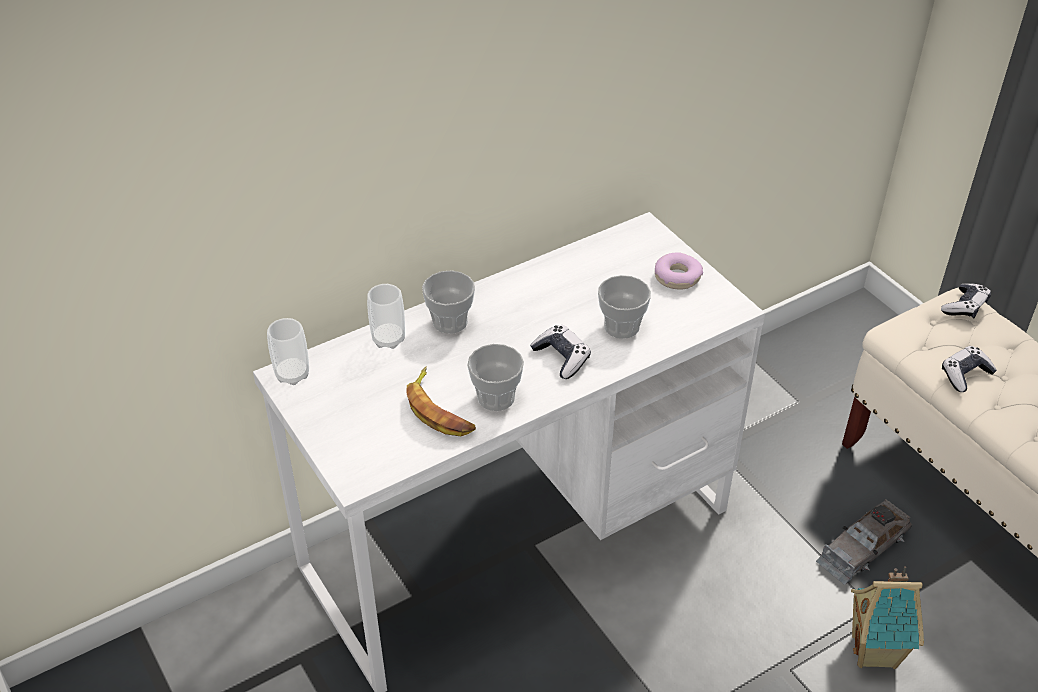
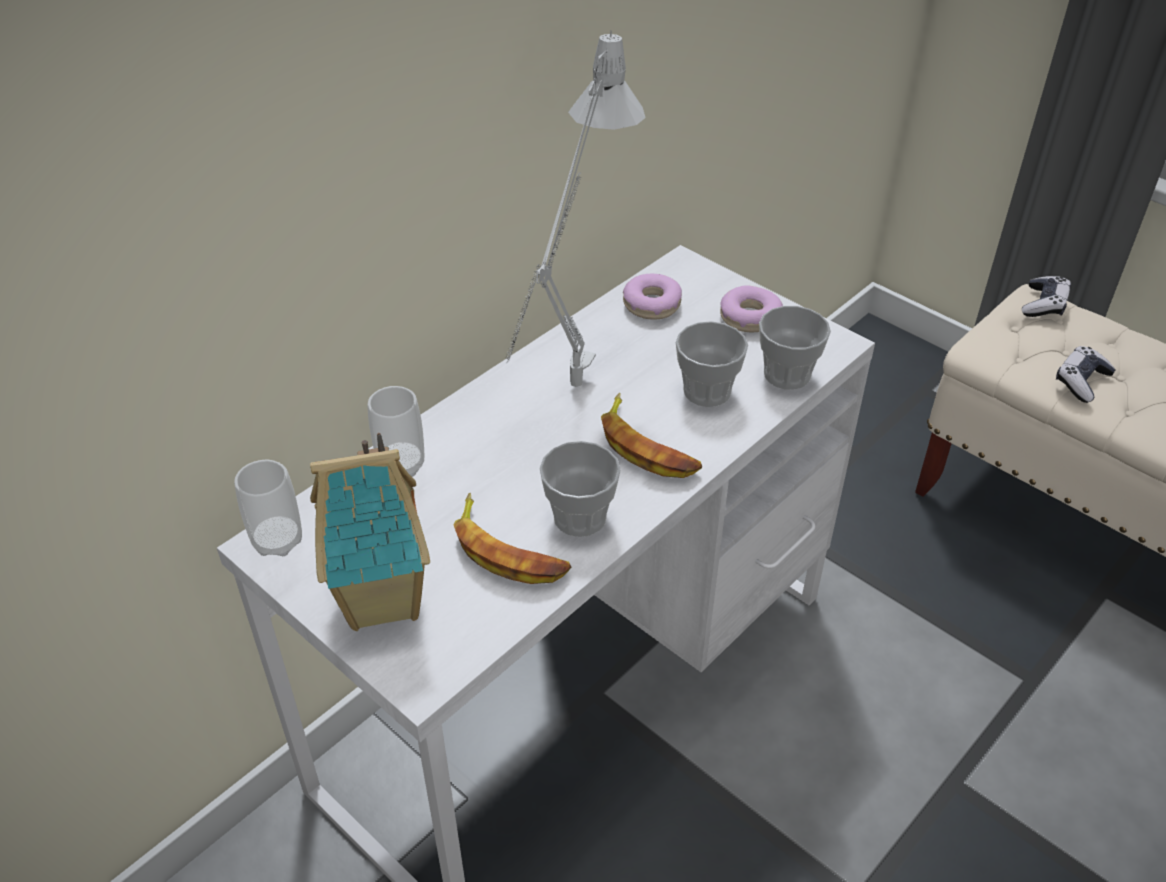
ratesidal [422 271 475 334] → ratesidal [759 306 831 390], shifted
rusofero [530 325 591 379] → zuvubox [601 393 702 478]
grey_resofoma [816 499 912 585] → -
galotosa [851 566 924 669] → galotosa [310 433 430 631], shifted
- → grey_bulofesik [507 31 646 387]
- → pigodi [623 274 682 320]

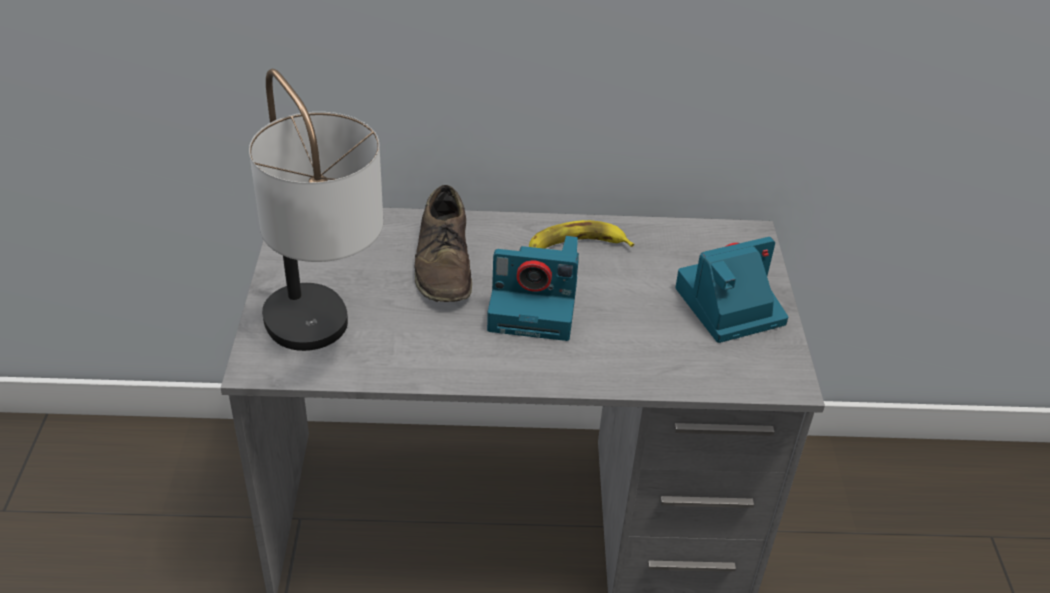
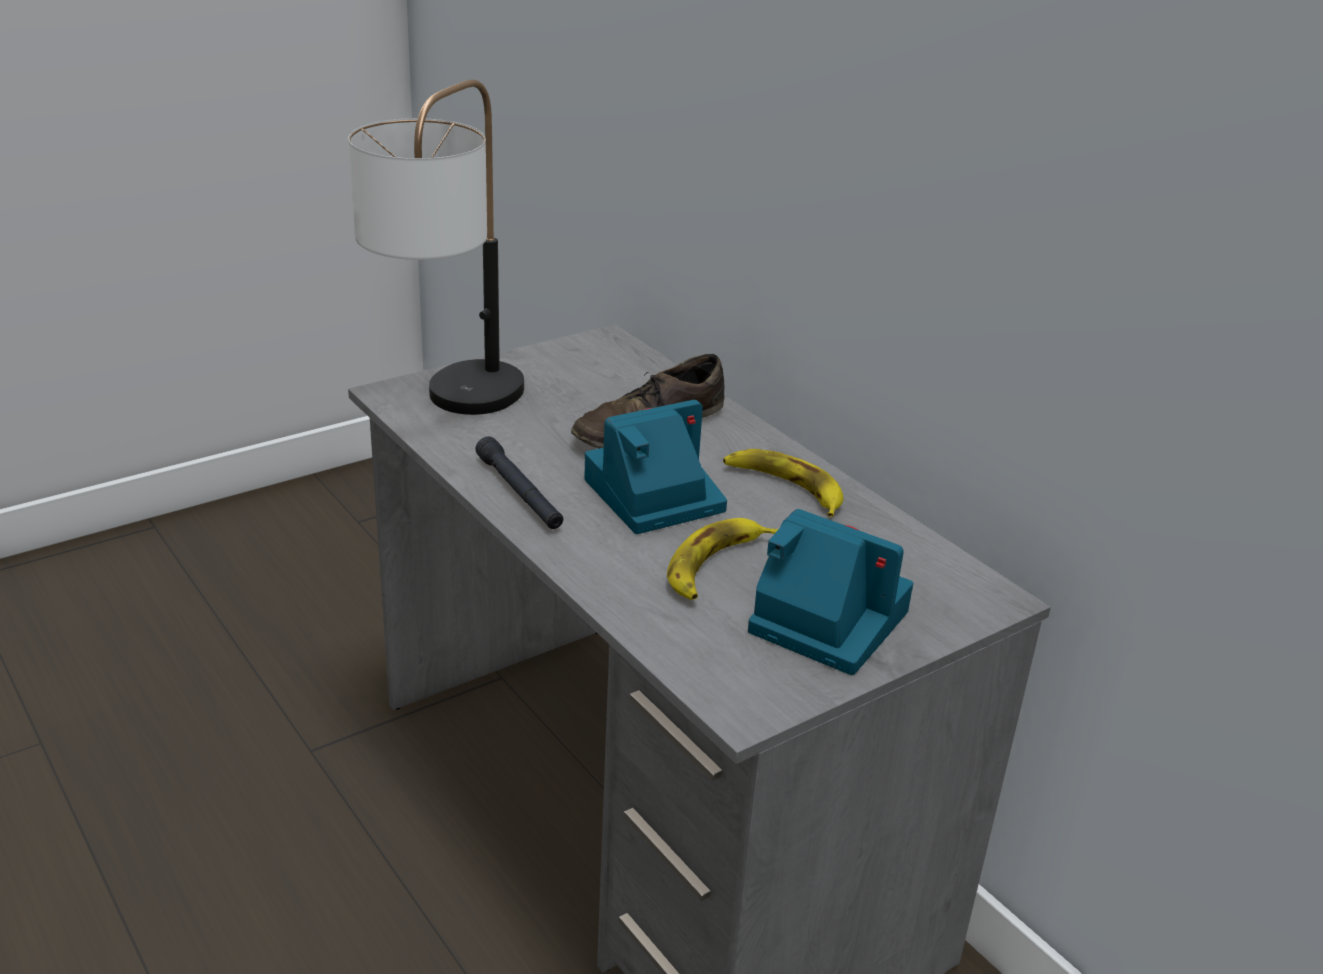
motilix [487 236 579 341] → motilix [584 400 727 534], 90 degrees clockwise
- → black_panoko [475 436 563 529]
- → zuvubox [667 518 778 600]

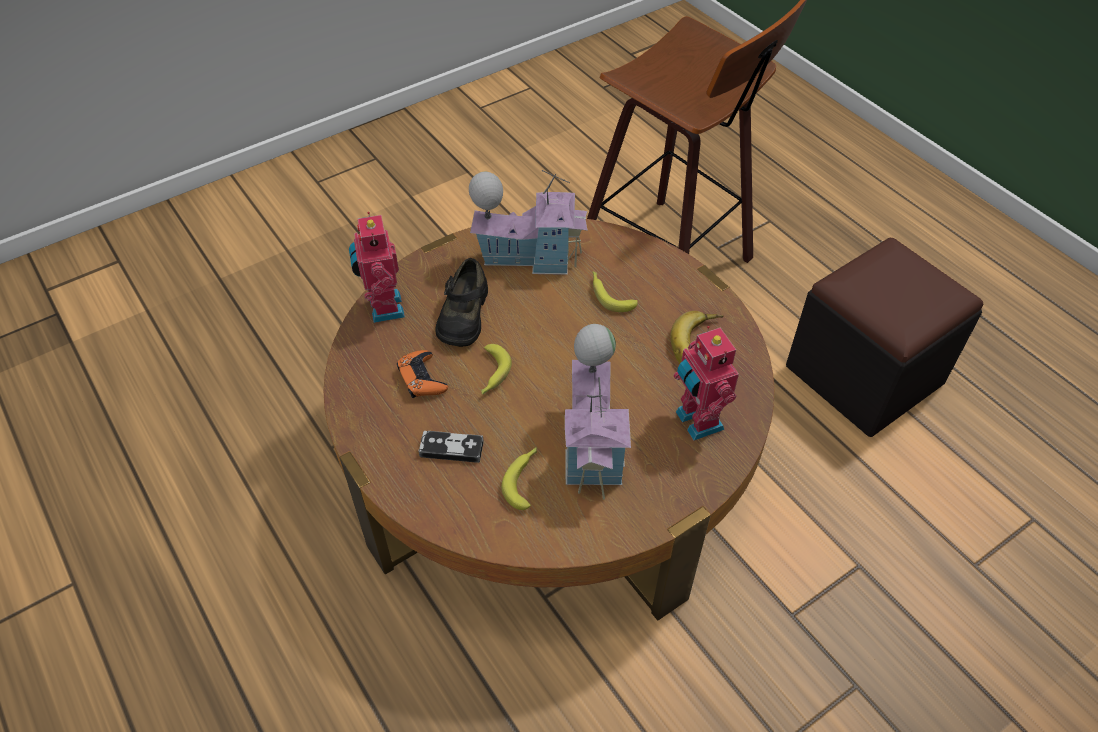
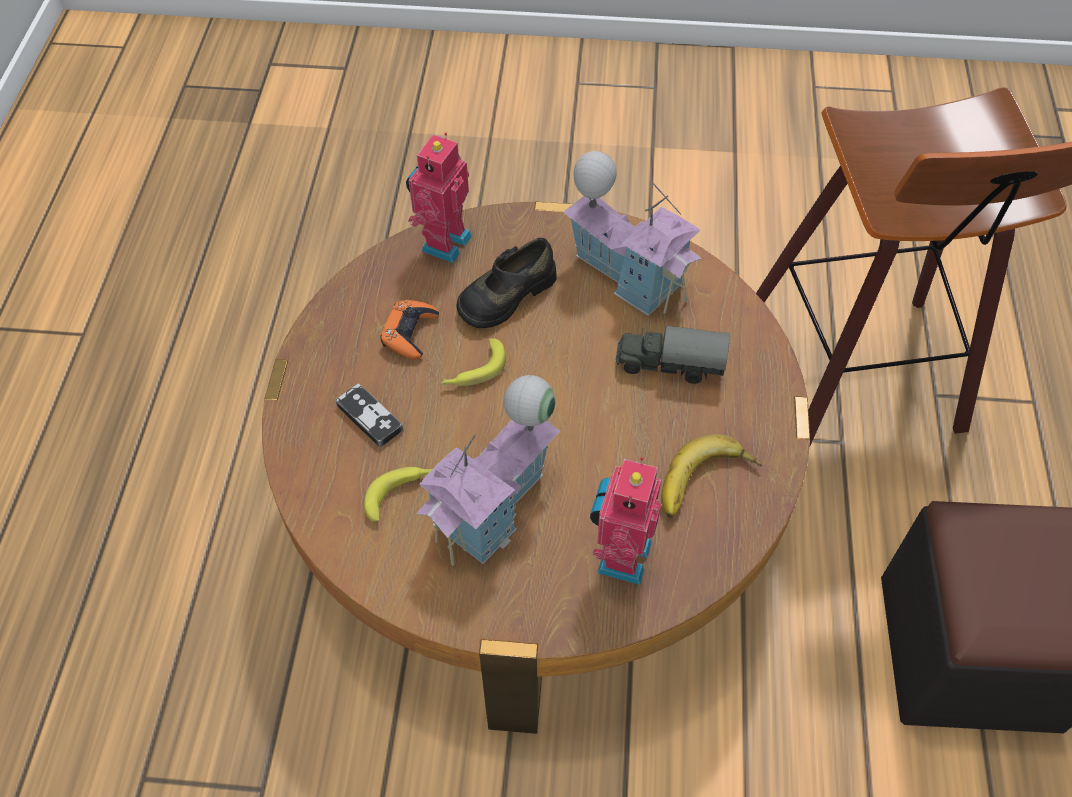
zuvubox [593 271 638 312] → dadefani [616 326 730 384]

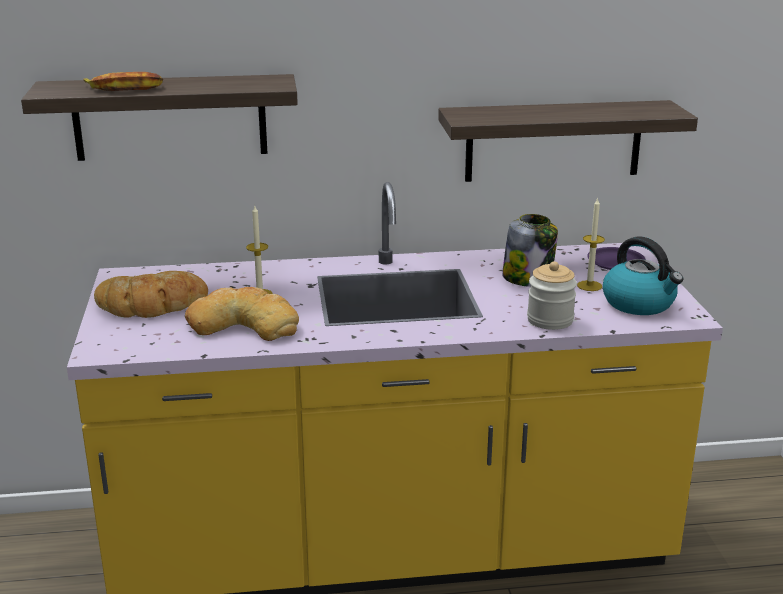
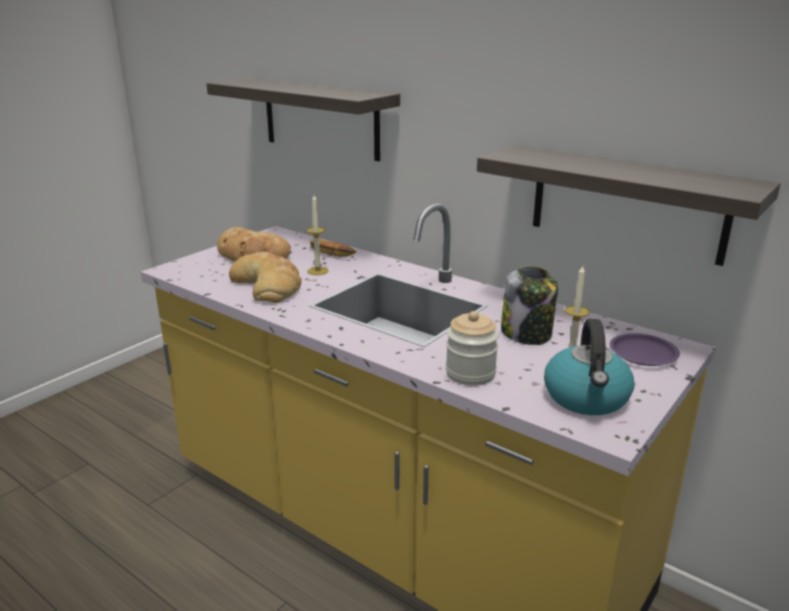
zuvubox [83 72 163 91] → zuvubox [310 239 356 257], shifted

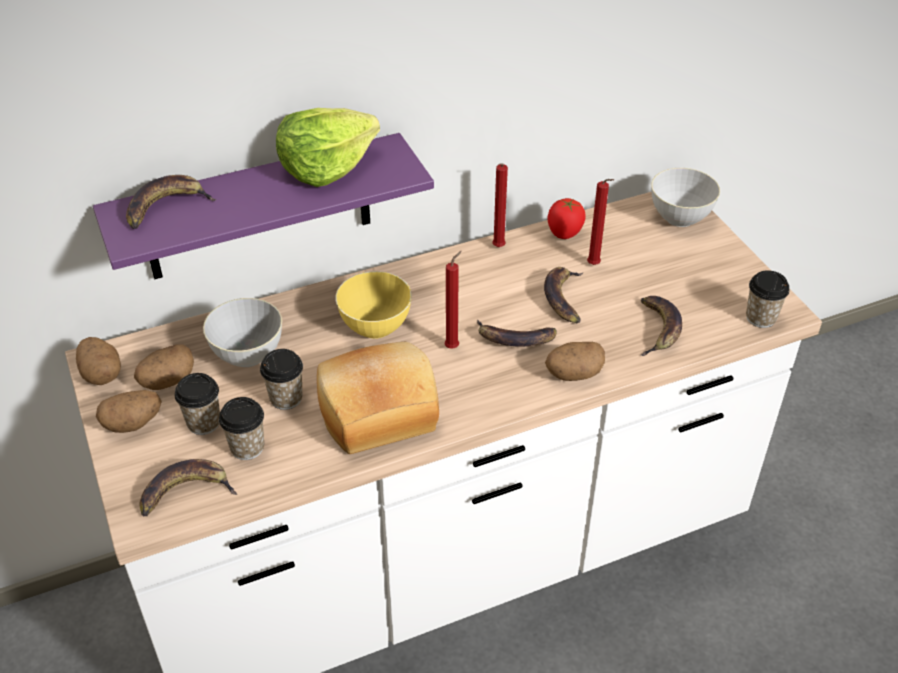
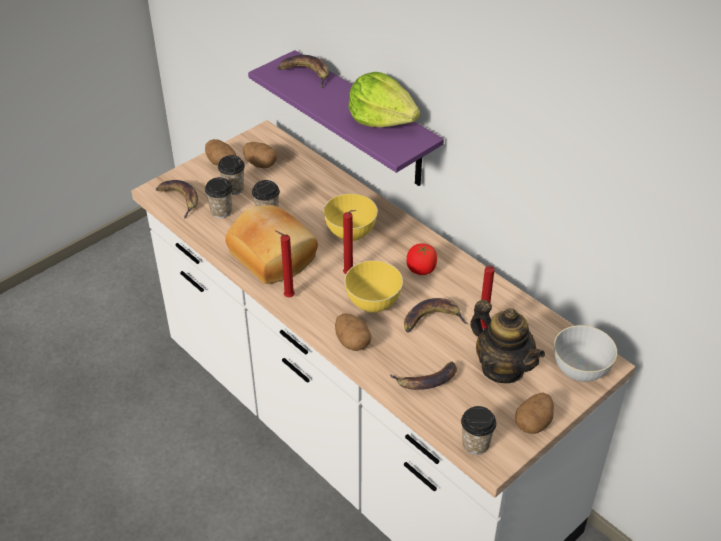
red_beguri [492 163 508 247] → red_beguri [275 230 295 297], shifted
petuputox [547 198 586 239] → petuputox [406 243 437 275], shifted
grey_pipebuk [203 298 282 367] → -
zuvubox [477 320 557 347] → yellow_pipebuk [344 260 403 313]
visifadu [76 337 121 385] → visifadu [515 393 554 434], shifted
- → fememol [470 299 545 383]

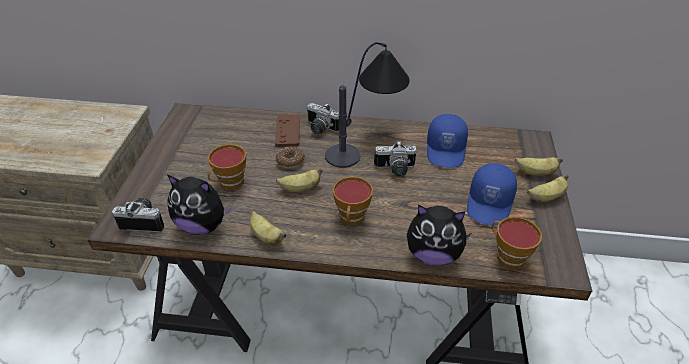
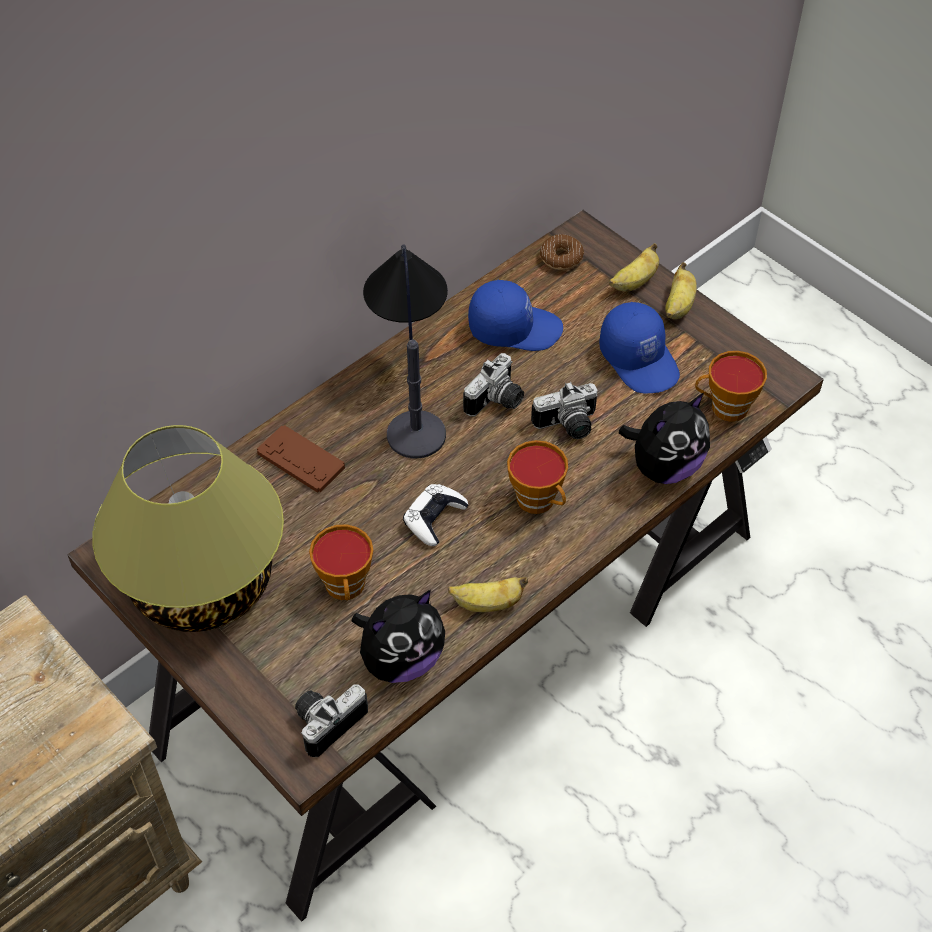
motilix [307 103 339 134] → motilix [531 382 598 439], shifted
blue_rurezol [427 114 468 168] → blue_rurezol [468 280 563 351], 45 degrees counterclockwise
pigodi [276 146 305 169] → pigodi [540 234 584 270], shifted
zuvubox [276 168 323 192] → white_rusofero [403 484 468 546]
- → bulofesik [92 425 284 632]

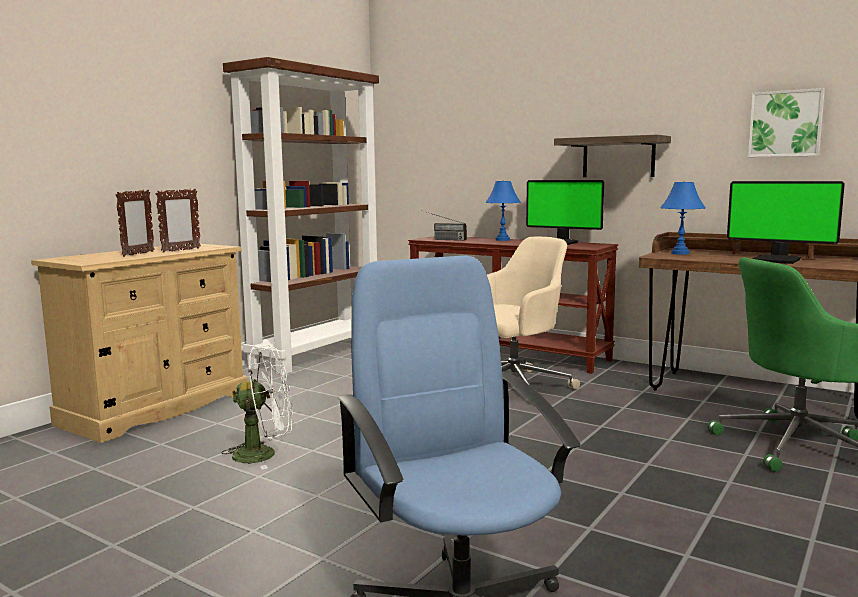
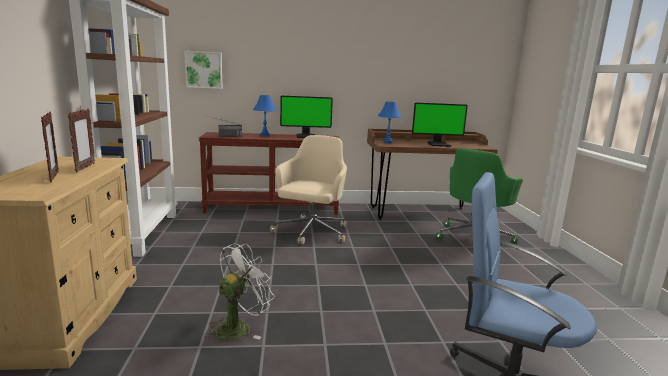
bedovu [748 88 825 157] → bedovu [184 51 223 89], shifted
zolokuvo [554 134 671 177] → -

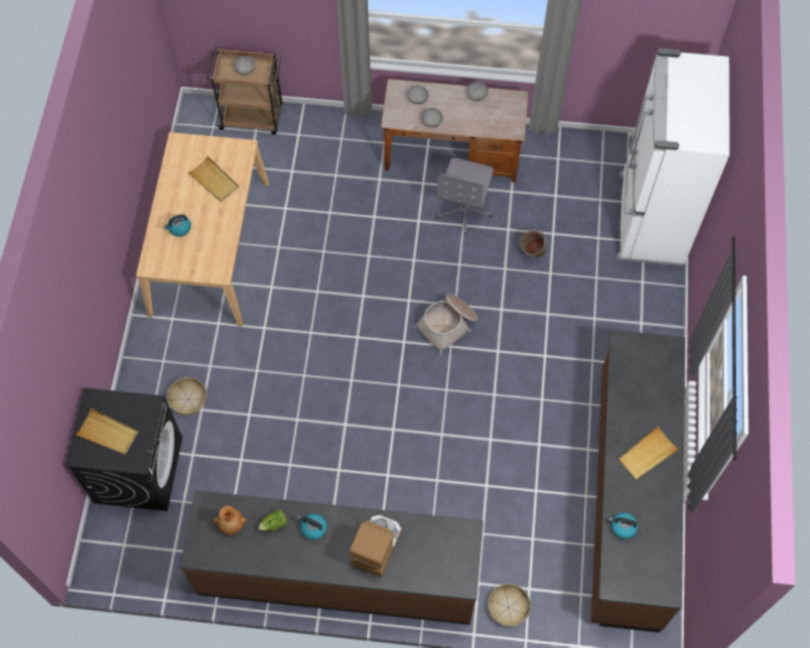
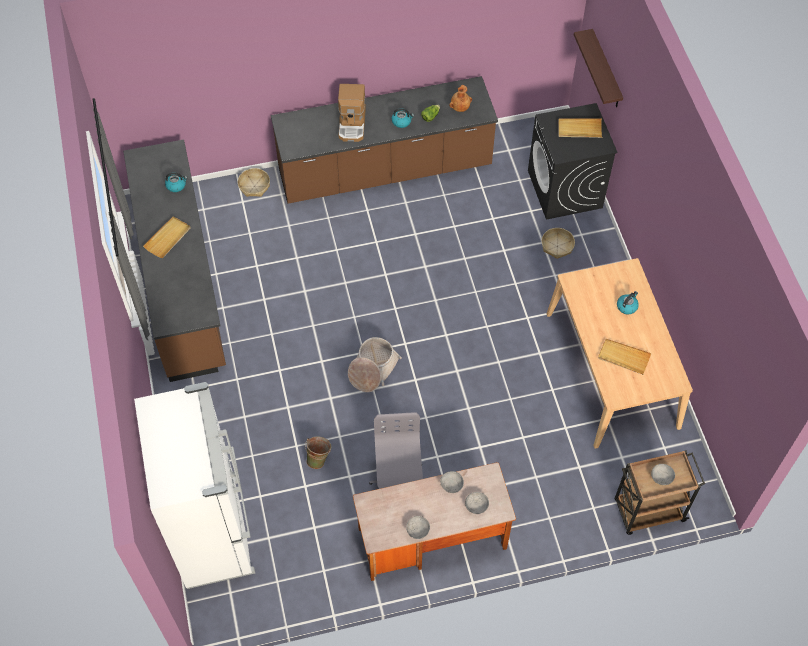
- → zolokuvo [574 29 623 107]

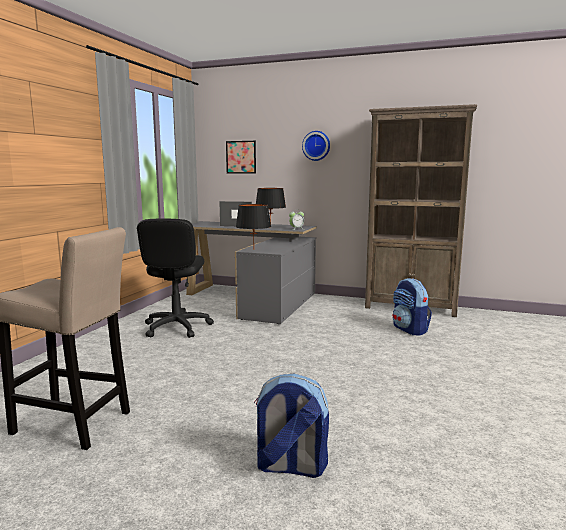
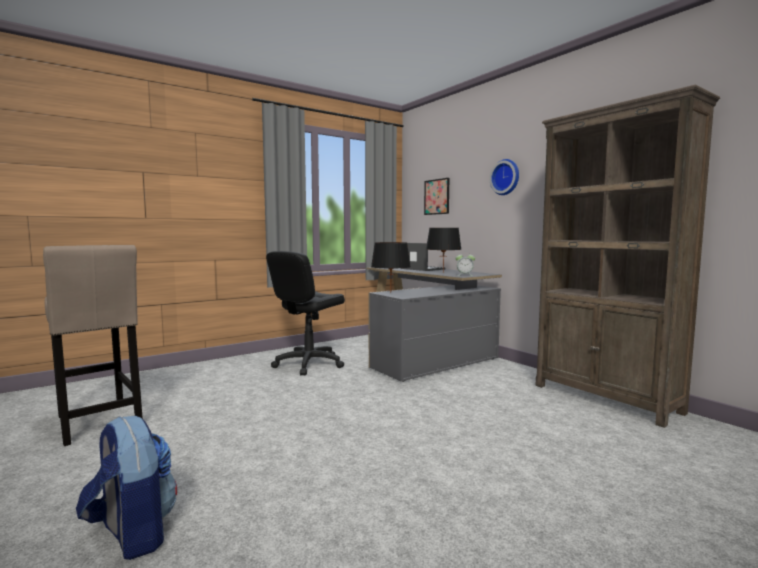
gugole [393 278 432 336] → -

